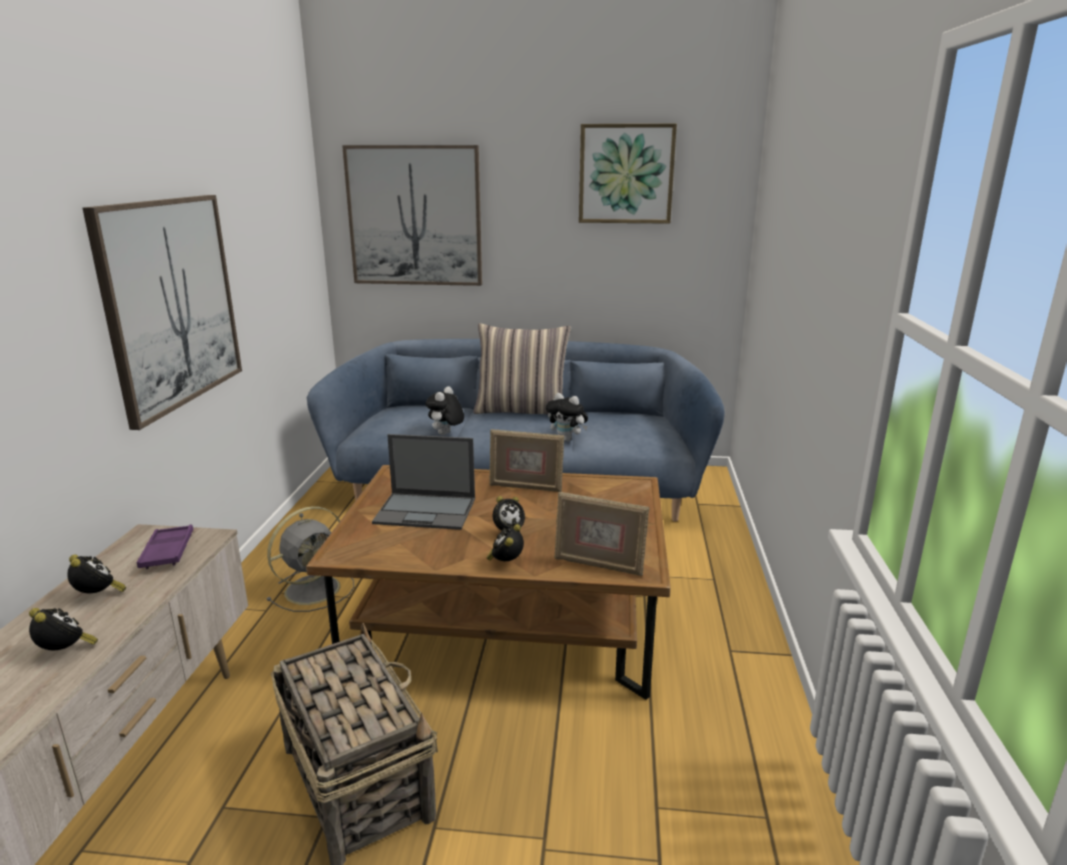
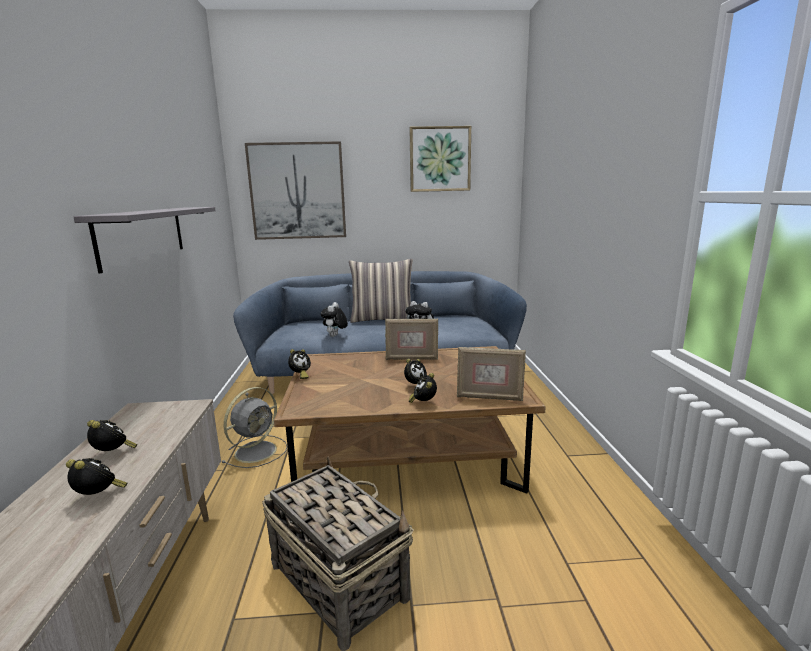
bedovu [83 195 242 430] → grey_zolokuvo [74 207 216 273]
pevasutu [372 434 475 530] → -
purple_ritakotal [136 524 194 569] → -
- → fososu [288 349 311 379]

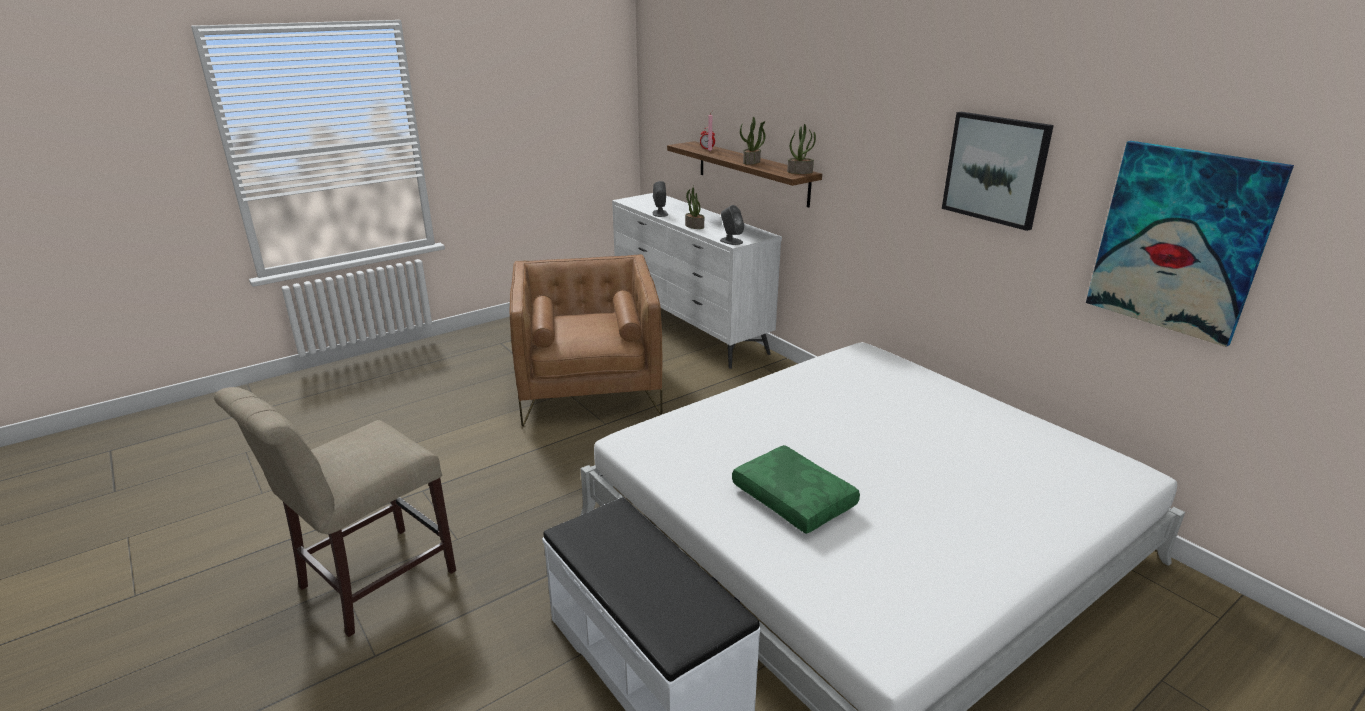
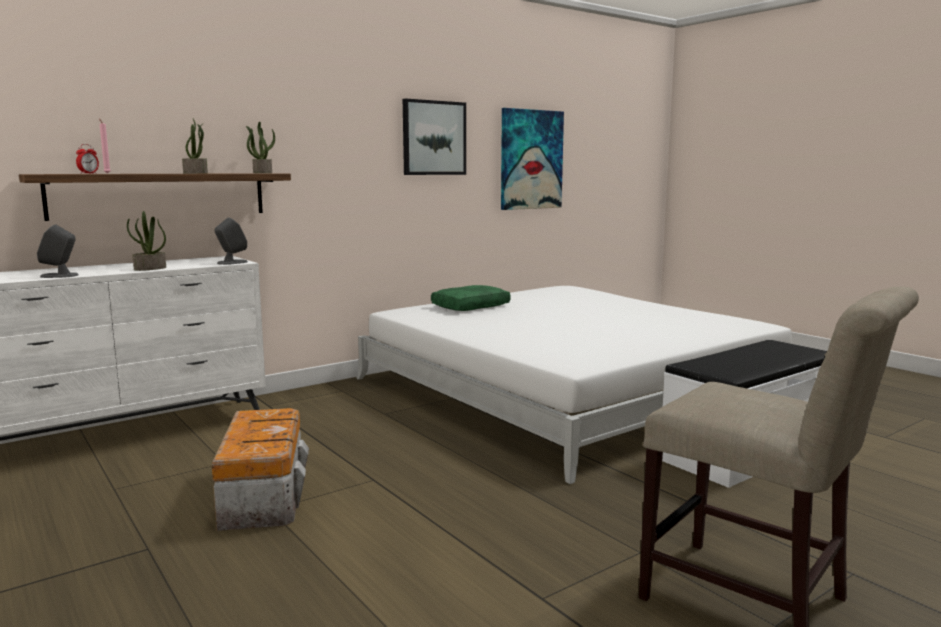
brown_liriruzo [510 254 662 426] → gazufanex [212 408 309 531]
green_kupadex [732 445 860 534] → green_kupadex [431 285 511 311], shifted

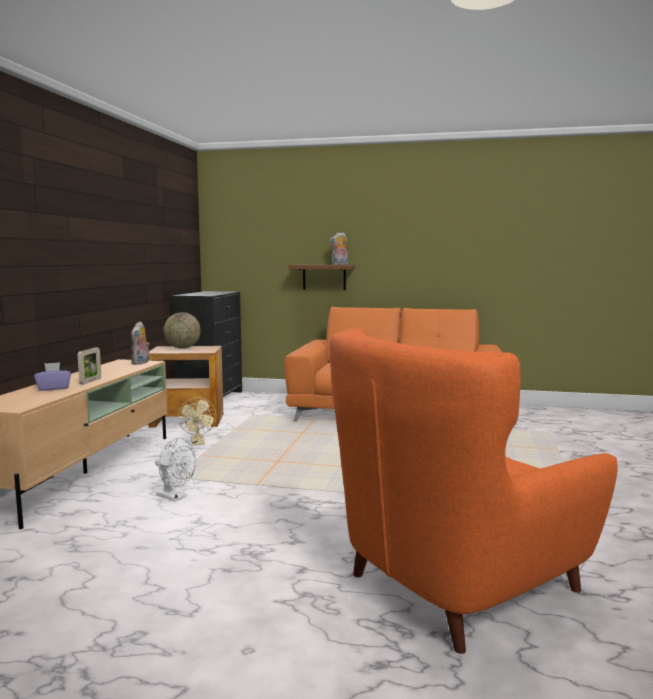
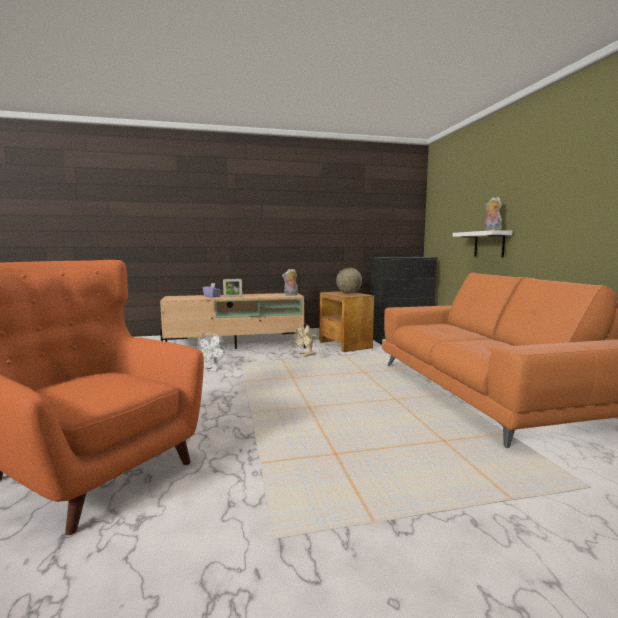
brown_zolokuvo [288 265 355 290] → white_zolokuvo [453 230 513 257]

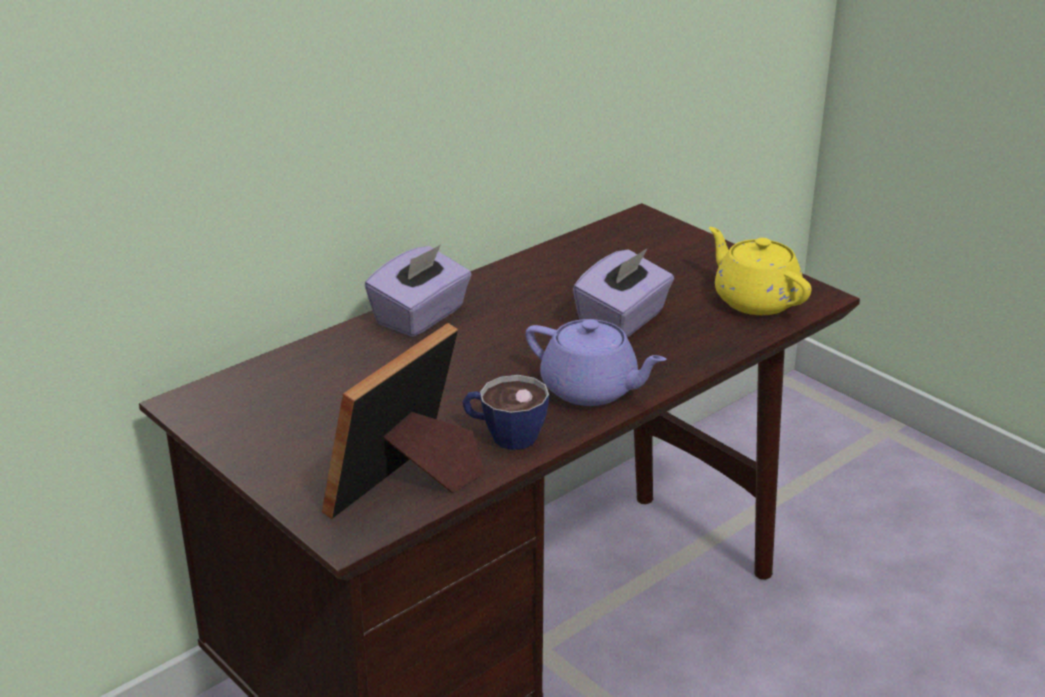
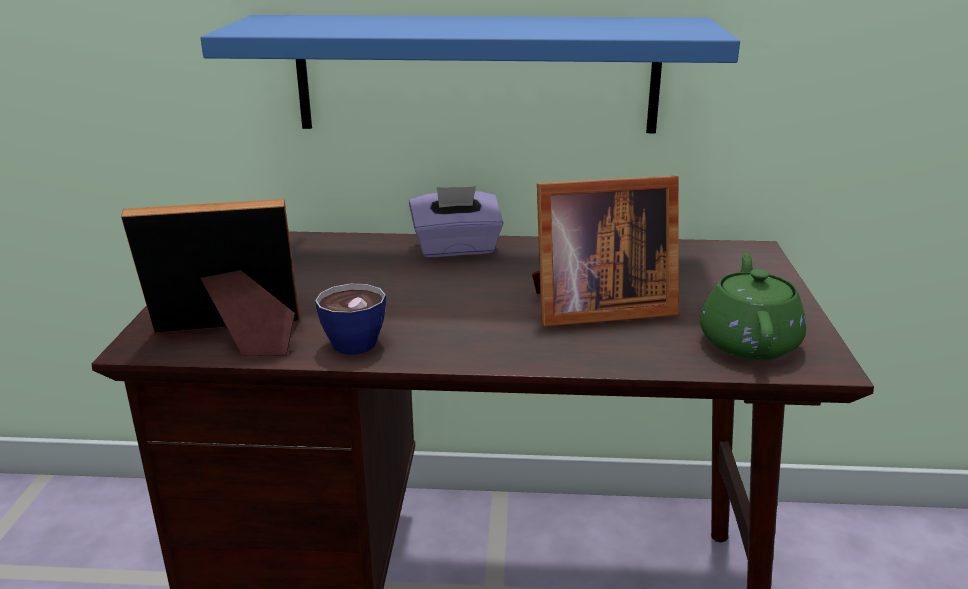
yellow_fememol [709 227 812 315] → green_fememol [700 253 806 360]
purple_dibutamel [573 248 674 337] → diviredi [532 176 679 326]
purple_fememol [526 319 667 406] → -
- → blue_zolokuvo [201 15 740 133]

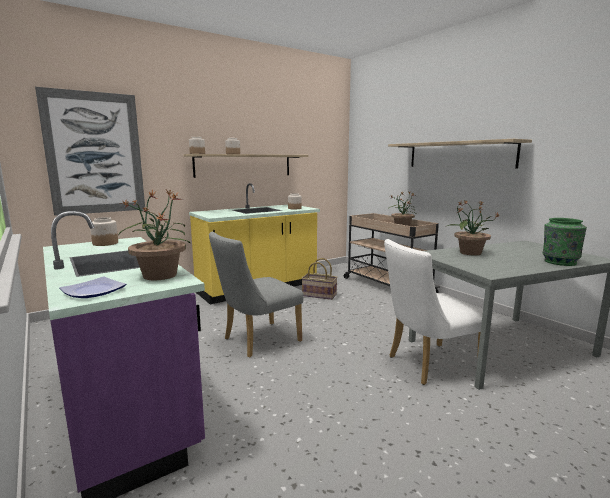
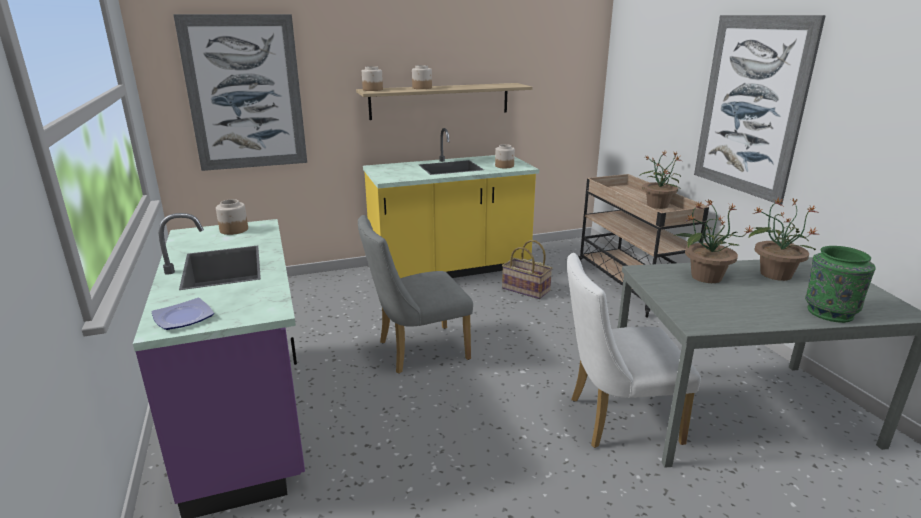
zolokuvo [388 139 532 168] → bedovu [694 15 826 205]
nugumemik [118 189 190 280] → nugumemik [749 197 821 281], shifted

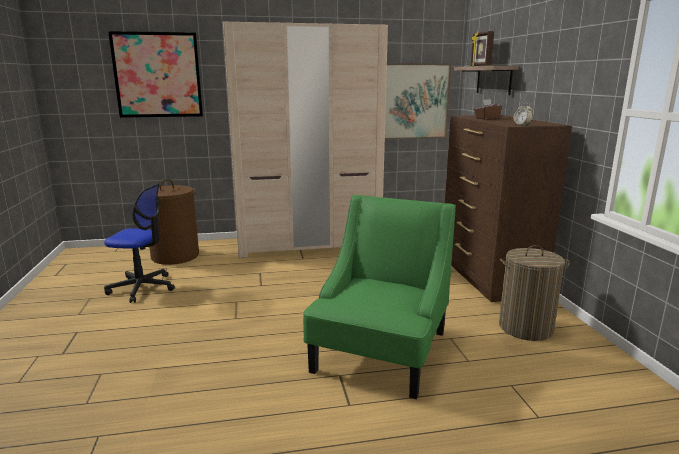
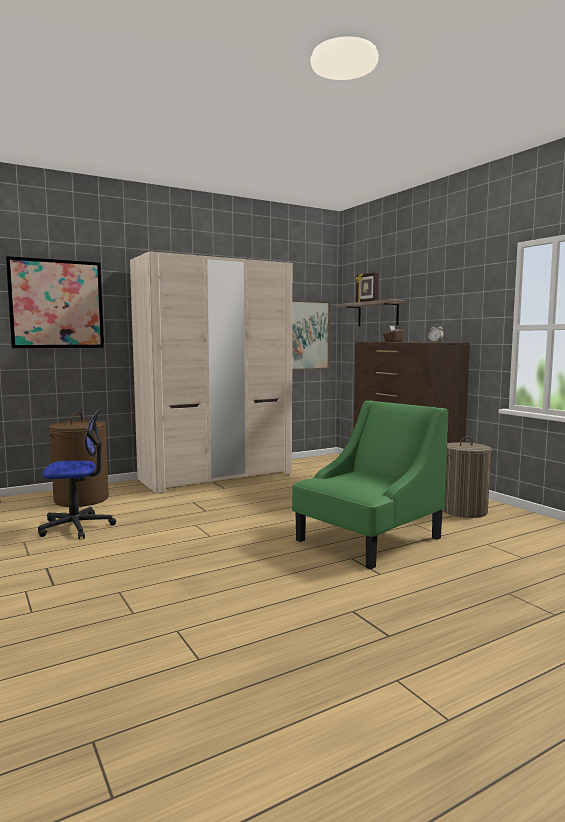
green_liriruzo [303 195 456 399] → green_liriruzo [292 401 448 569], 45 degrees clockwise

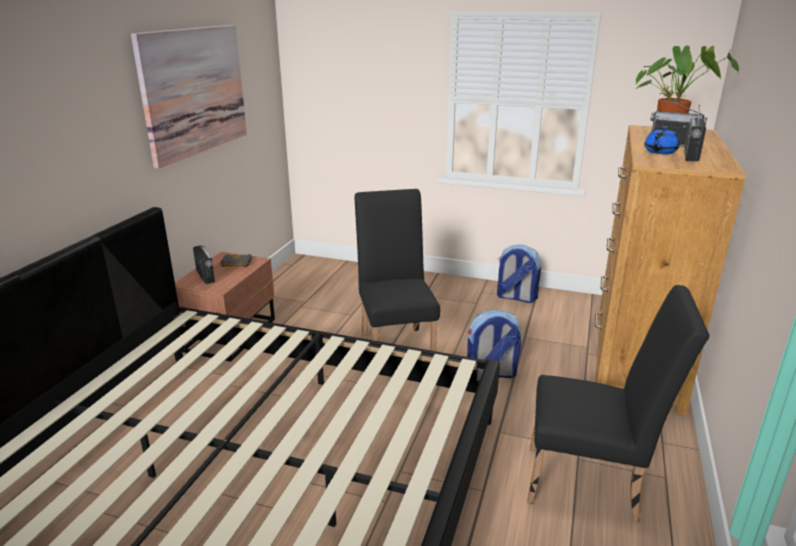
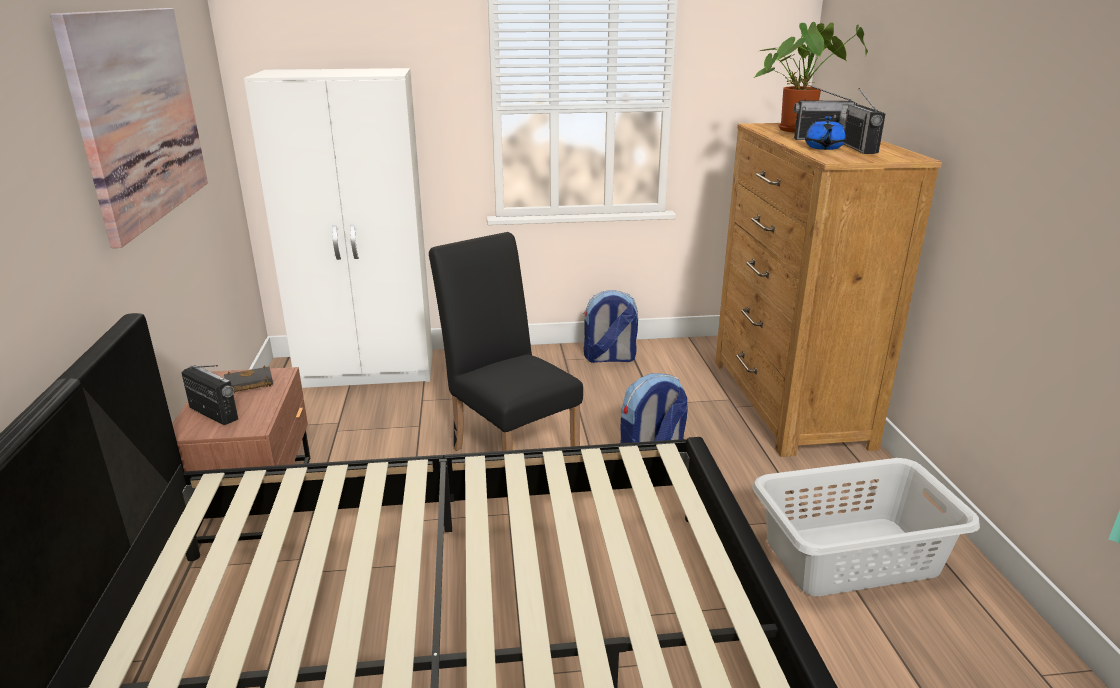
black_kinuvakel [527 285 709 522] → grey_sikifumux [752 458 980 596]
- → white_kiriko [244 68 433 388]

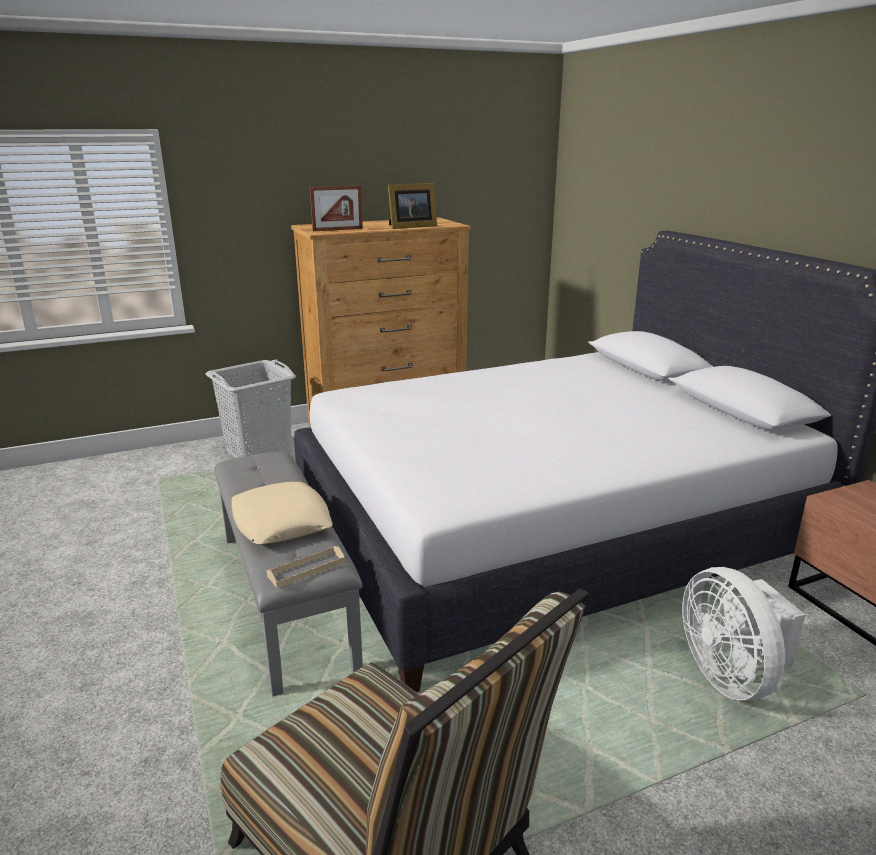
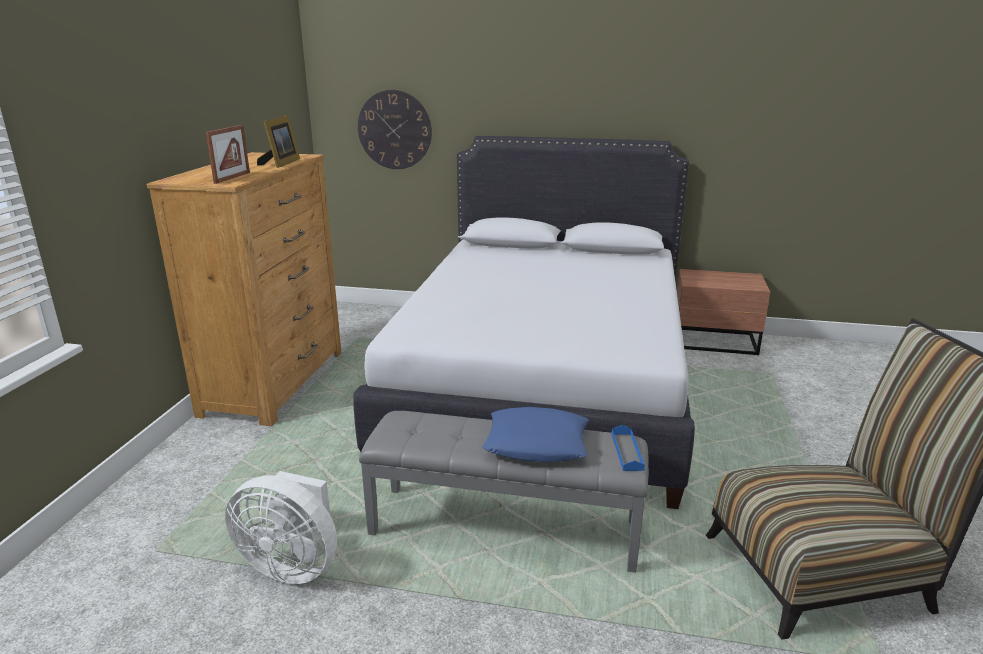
grey_sikifumux [205 359 296 458] → -
beige_kupadex [231 482 333 544] → blue_kupadex [483 407 589 462]
beige_ritakotal [267 546 345 588] → blue_ritakotal [612 425 645 471]
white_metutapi [682 567 805 701] → white_metutapi [225 471 337 584], shifted
- → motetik [358 90 432 169]

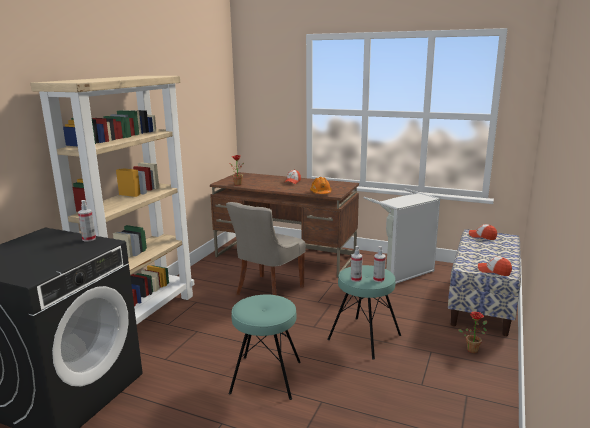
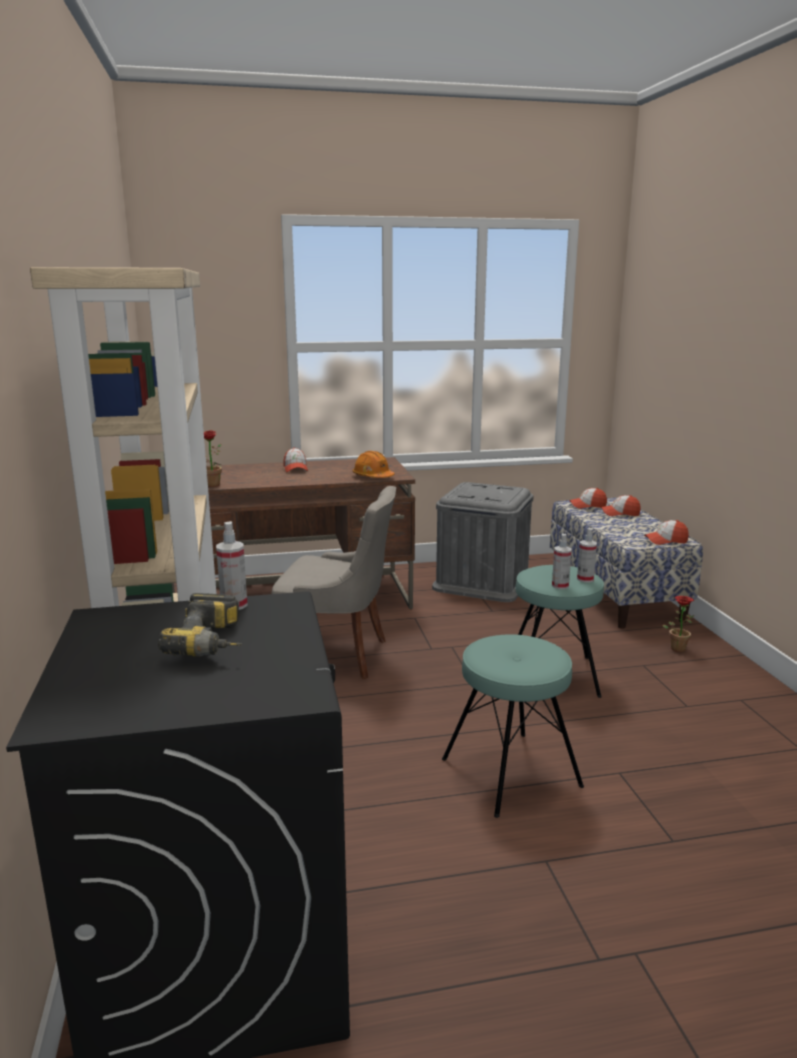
grey_sikifumux [364 189 440 284] → grey_gazufanex [432 482 534 602]
grey_kinuvakel [226 202 306 295] → grey_kinuvakel [271 486 396 679], 75 degrees counterclockwise
- → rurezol [601 495 640 516]
- → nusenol [158 593 243 656]

